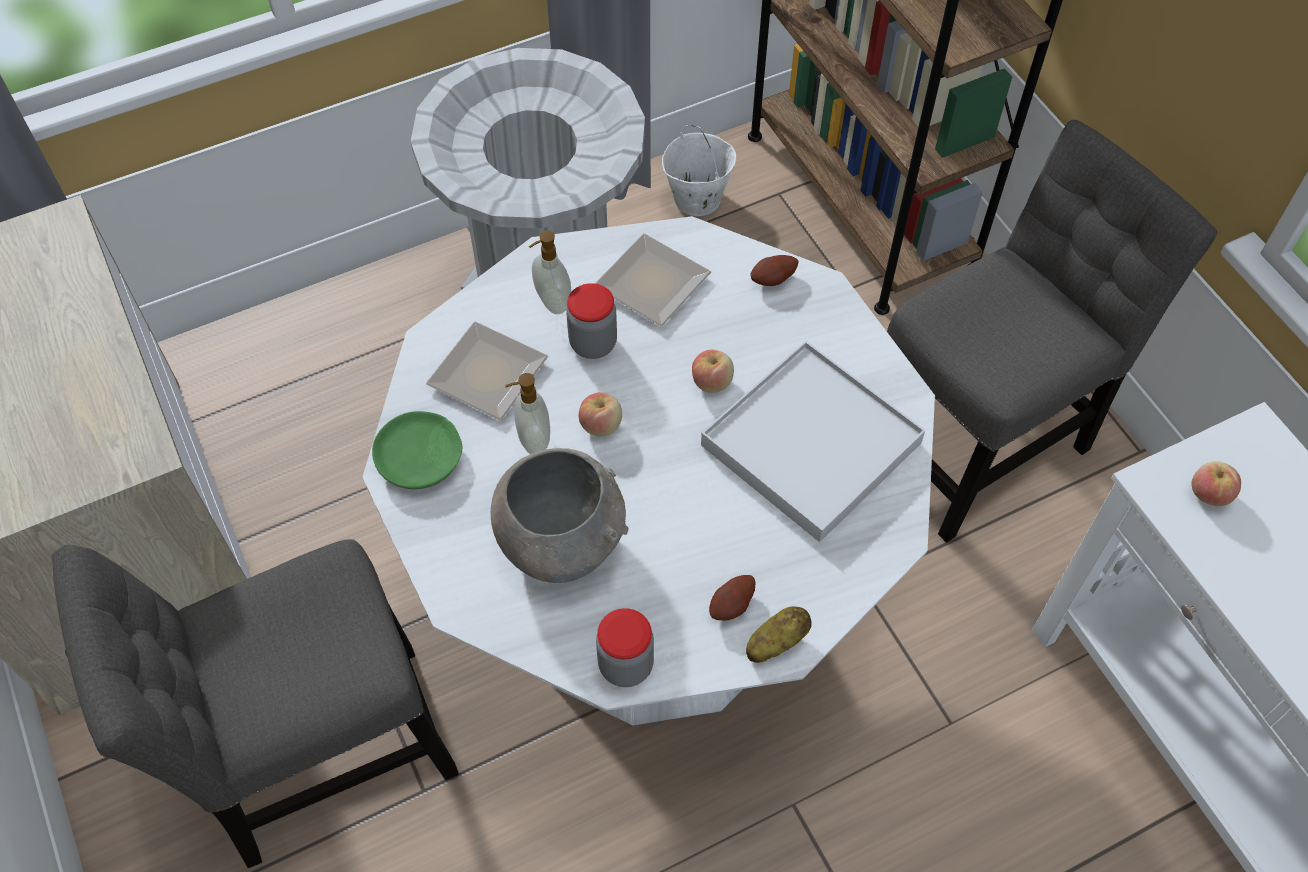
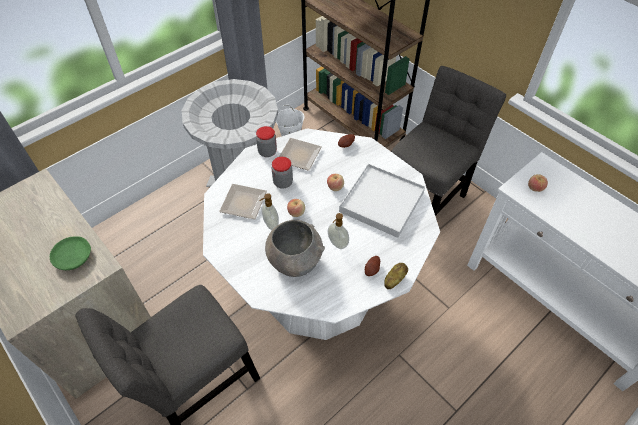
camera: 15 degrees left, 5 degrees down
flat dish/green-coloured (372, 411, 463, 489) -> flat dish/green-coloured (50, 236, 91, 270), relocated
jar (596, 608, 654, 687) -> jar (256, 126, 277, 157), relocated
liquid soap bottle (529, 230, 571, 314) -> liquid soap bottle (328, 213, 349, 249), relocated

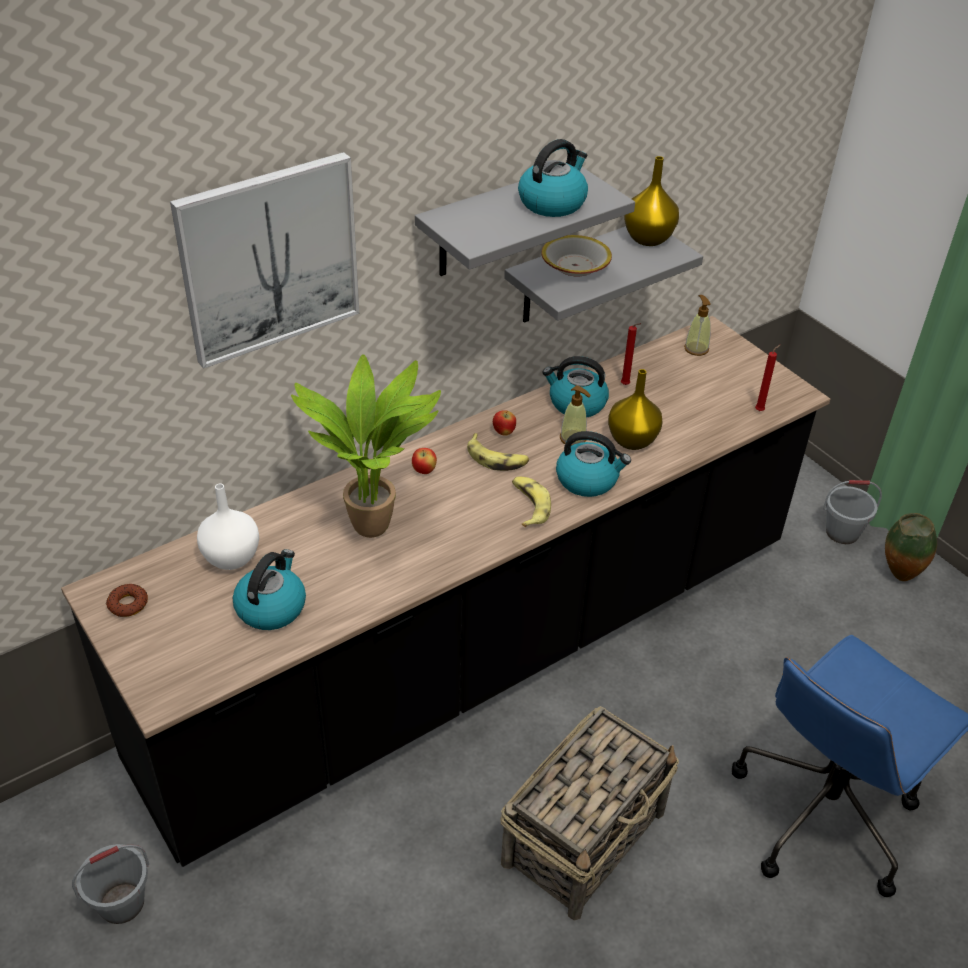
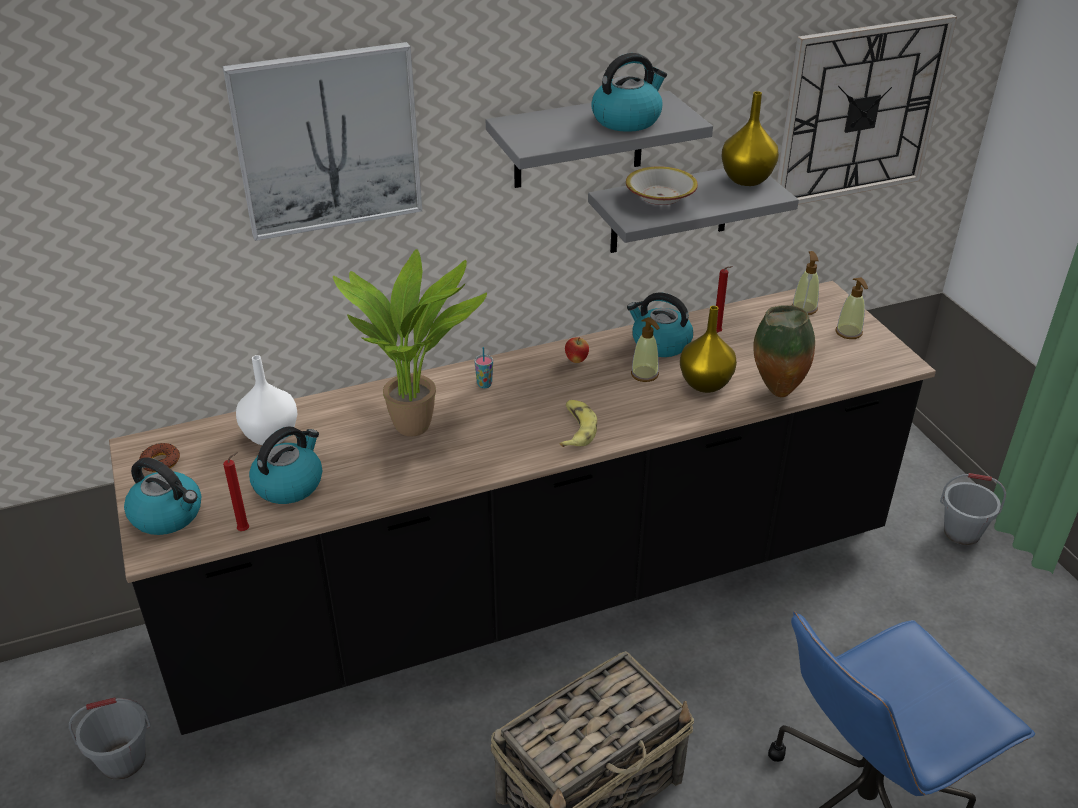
camera: 15 degrees right, 5 degrees down
kettle (556, 431, 631, 497) -> kettle (124, 457, 201, 535), relocated
candle/reddish (755, 344, 781, 411) -> candle/reddish (223, 452, 249, 531), relocated
apple fruit (412, 448, 437, 474) -> cup (474, 347, 493, 388)
decorative vase (885, 513, 937, 581) -> decorative vase (753, 305, 815, 397), relocated
none -> hanging clock (777, 14, 957, 205)
none -> liquid soap bottle (836, 277, 868, 339)
banana fruit (467, 433, 529, 471) -> none

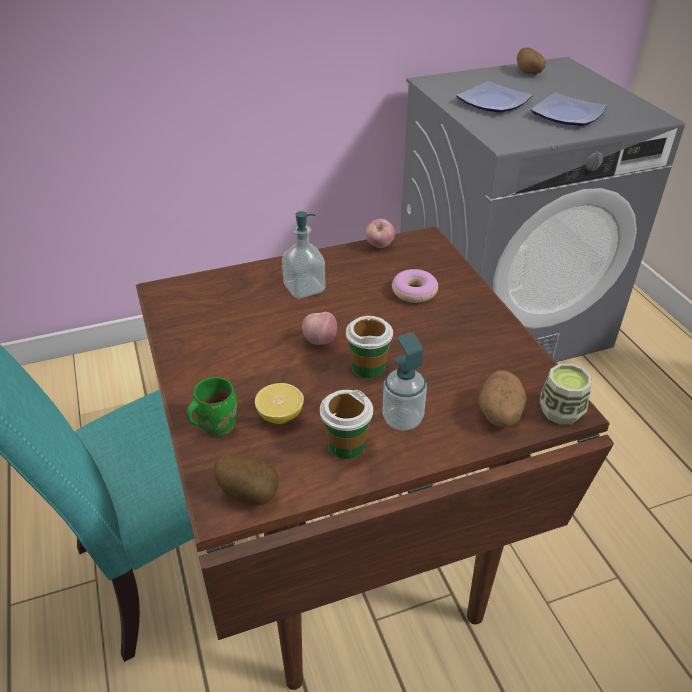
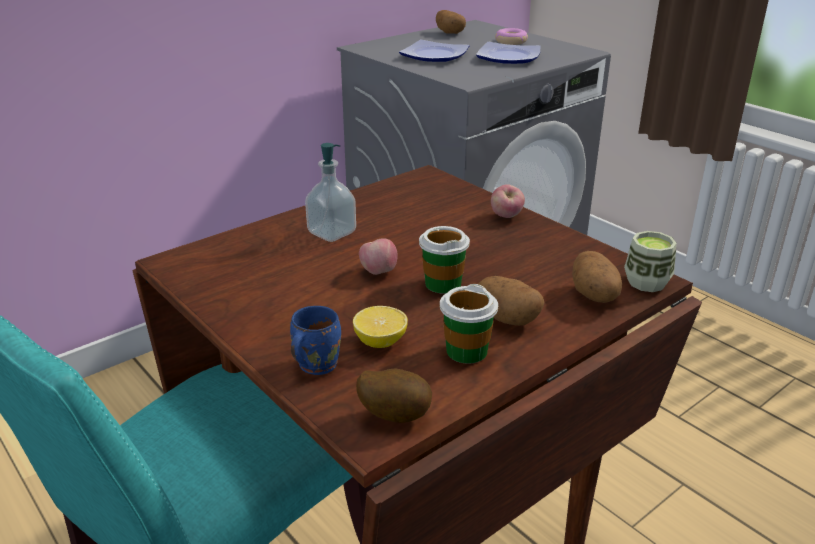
camera: 20 degrees left, 10 degrees down
mug/green-coloured (186, 377, 237, 437) -> mug/blue (290, 306, 341, 375)
liquid soap bottle (382, 332, 427, 431) -> whole potato (478, 276, 545, 326)
apple fruit (366, 219, 395, 248) -> apple fruit (491, 184, 525, 218), relocated
doughnut (391, 269, 438, 303) -> doughnut (495, 28, 528, 45), relocated

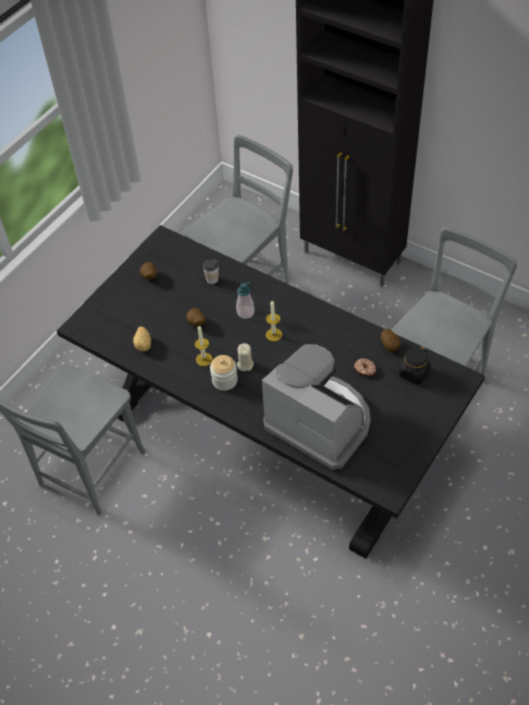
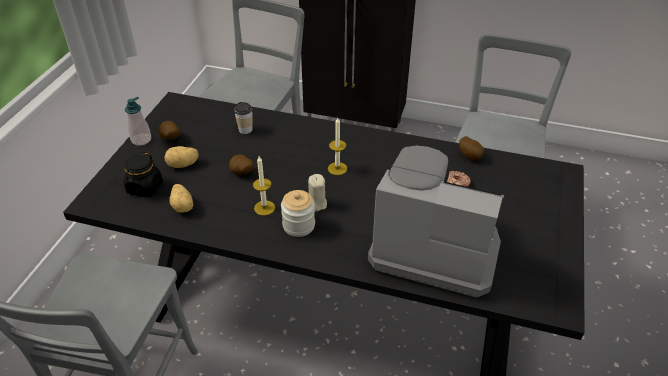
camera: 20 degrees left, 10 degrees down
jar/black-coloured (399, 346, 430, 384) -> jar/black-coloured (123, 151, 163, 198), relocated
liquid soap bottle (236, 282, 255, 319) -> liquid soap bottle (125, 97, 151, 146), relocated
none -> whole potato (165, 146, 199, 168)

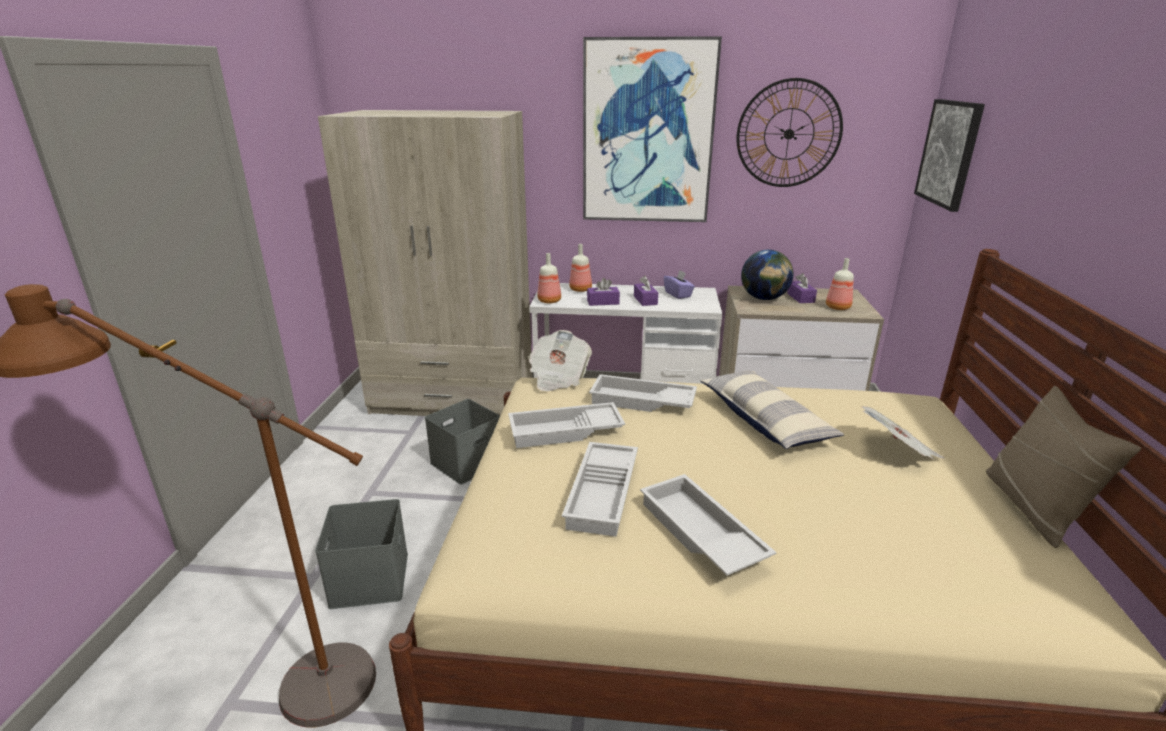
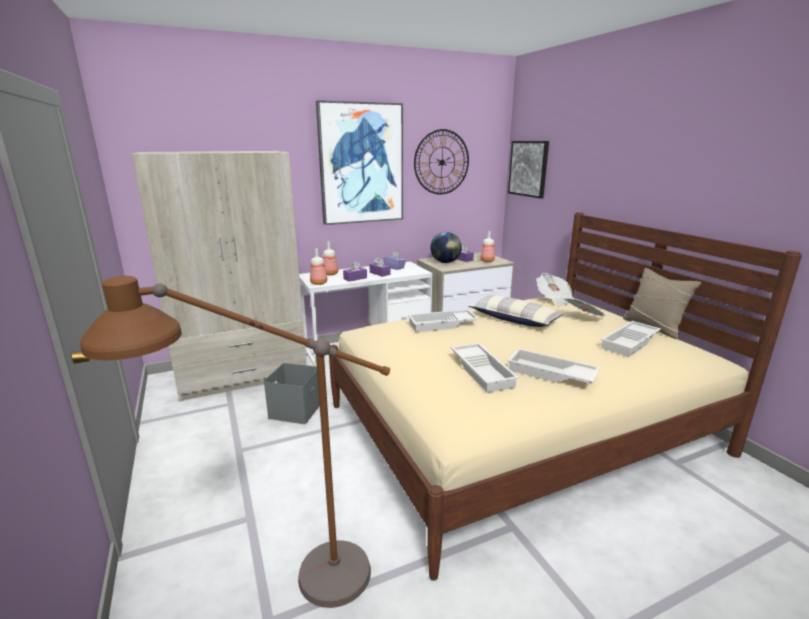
camera: 30 degrees left, 5 degrees down
printed paper (528, 330, 592, 391) -> printed paper (536, 273, 576, 306), relocated
tray/white-coloured (508, 402, 625, 448) -> tray/white-coloured (601, 321, 661, 357), relocated
storage container/gray (315, 499, 408, 609) -> none

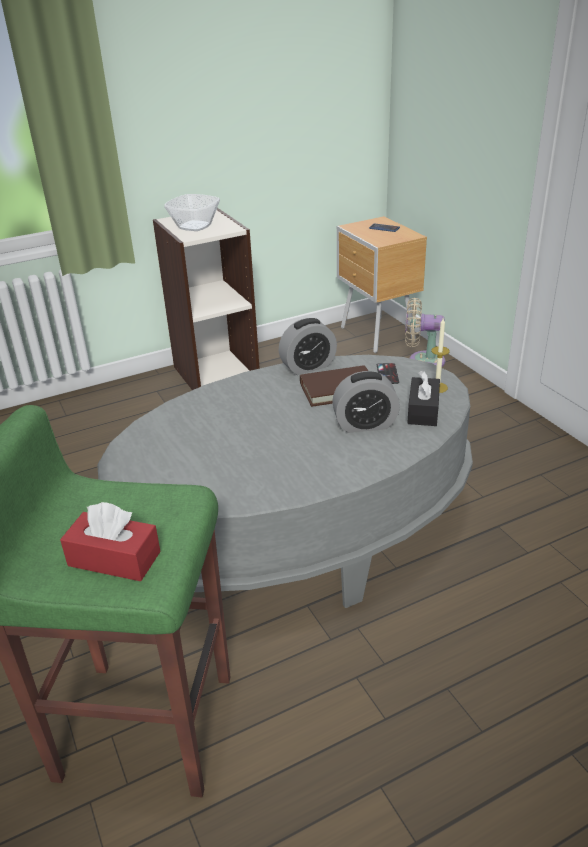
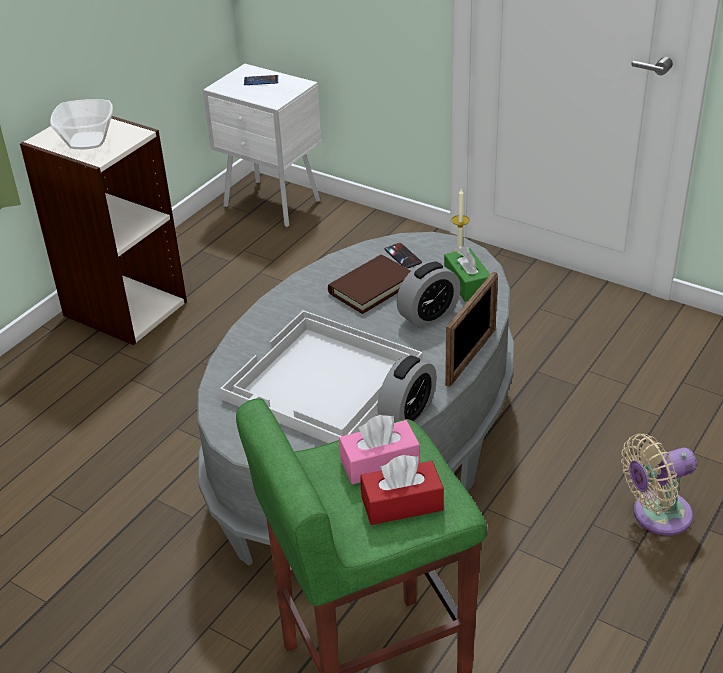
camera: 30 degrees left, 5 degrees up
night table/brown-coloured (337, 216, 427, 353) -> night table/white-coloured (203, 64, 322, 227)
none -> tray/white-coloured (220, 310, 423, 443)
none -> tissue holder/pinkish (339, 415, 420, 484)
alarm clock (279, 318, 337, 375) -> alarm clock (377, 355, 437, 422), relocated
tissue holder/black-coloured (407, 370, 440, 426) -> tissue holder/green-coloured (444, 246, 490, 302)
none -> photo frame (445, 271, 498, 387)
cooling fan/beige (405, 298, 445, 367) -> cooling fan/beige (621, 434, 697, 536), relocated

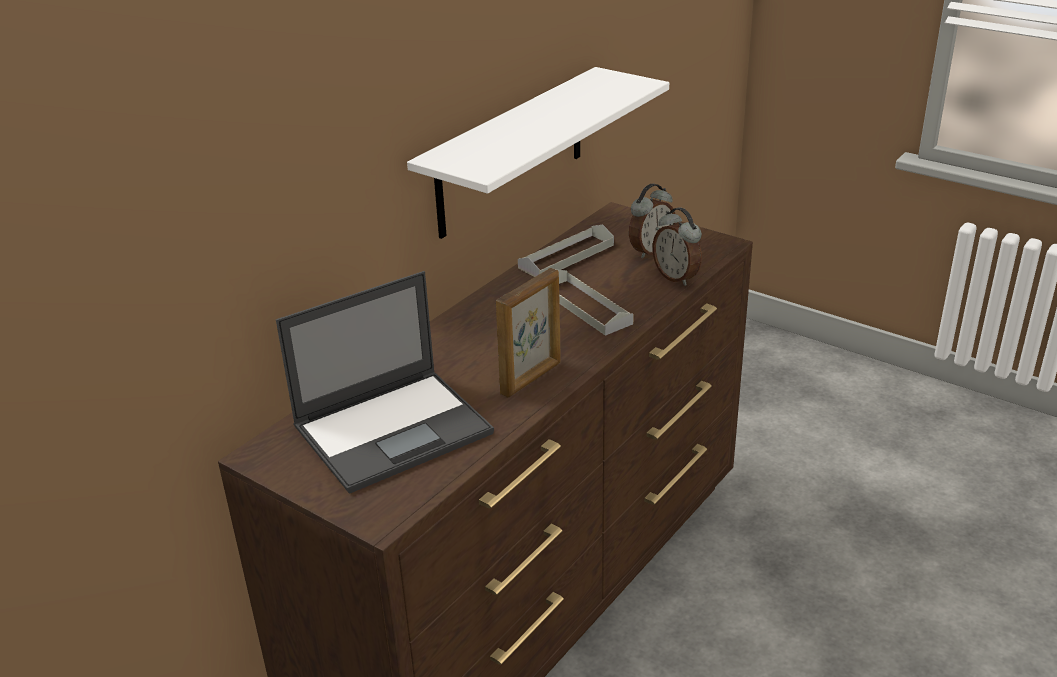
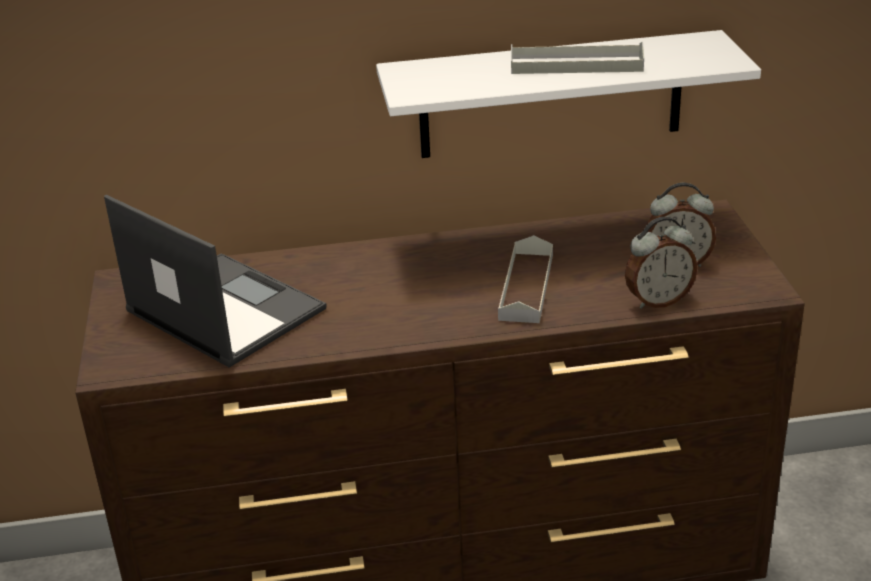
camera: 45 degrees right, 0 degrees up
laptop (276, 271, 494, 494) -> laptop (104, 195, 327, 368), 150 degrees counterclockwise
tray/gray (518, 225, 614, 277) -> tray/gray (511, 42, 644, 74), relocated
alarm clock (653, 207, 702, 286) -> alarm clock (625, 217, 697, 309), 120 degrees counterclockwise
photo frame (496, 268, 561, 398) -> none

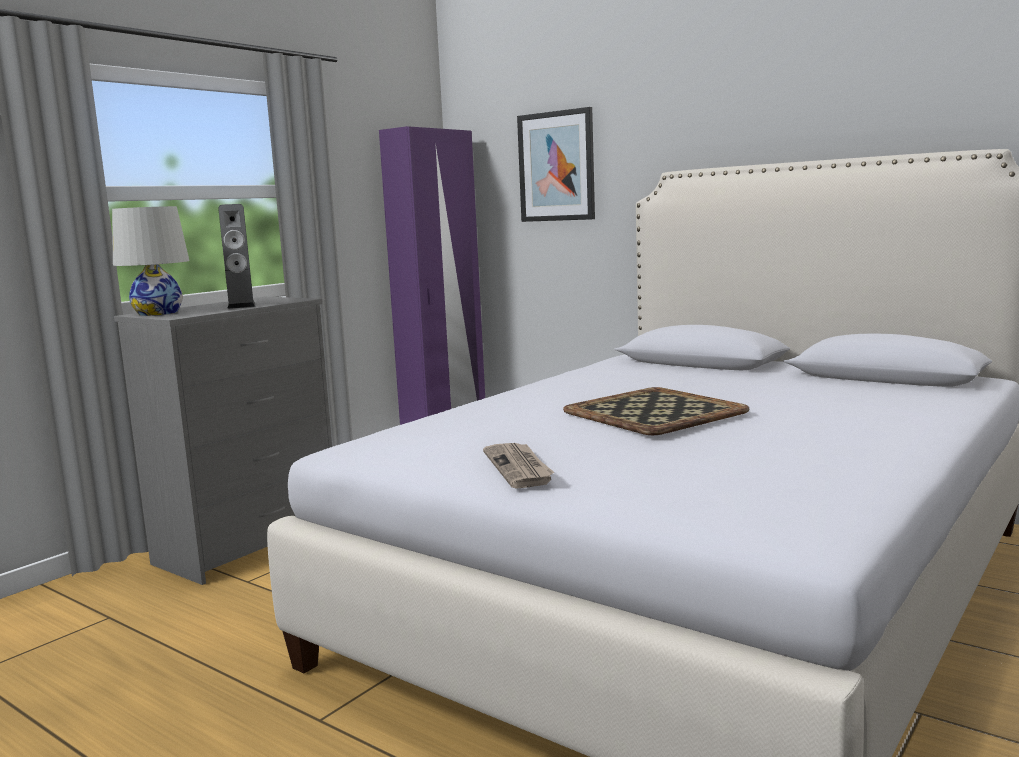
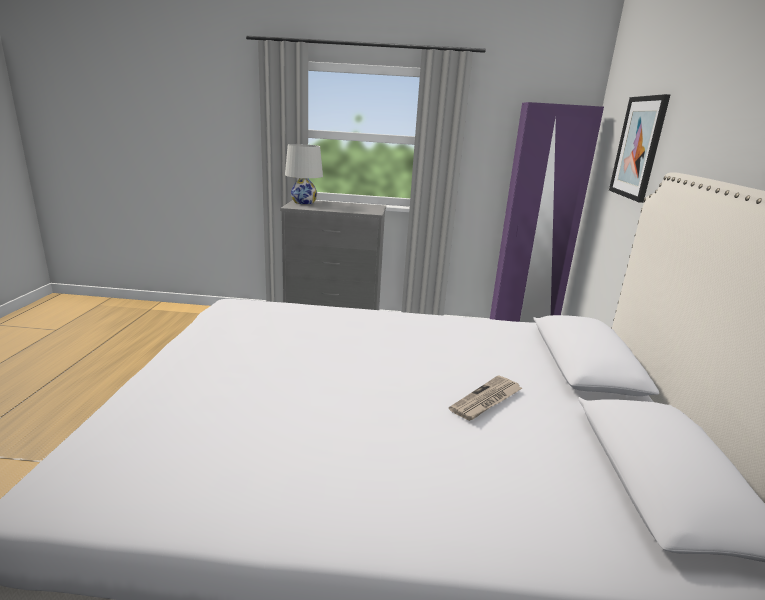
camera: 55 degrees right, 10 degrees up
printed paper (483, 443, 554, 489) -> printed paper (449, 375, 522, 421), relocated
speaker (218, 204, 255, 309) -> none
tray (563, 387, 749, 435) -> none

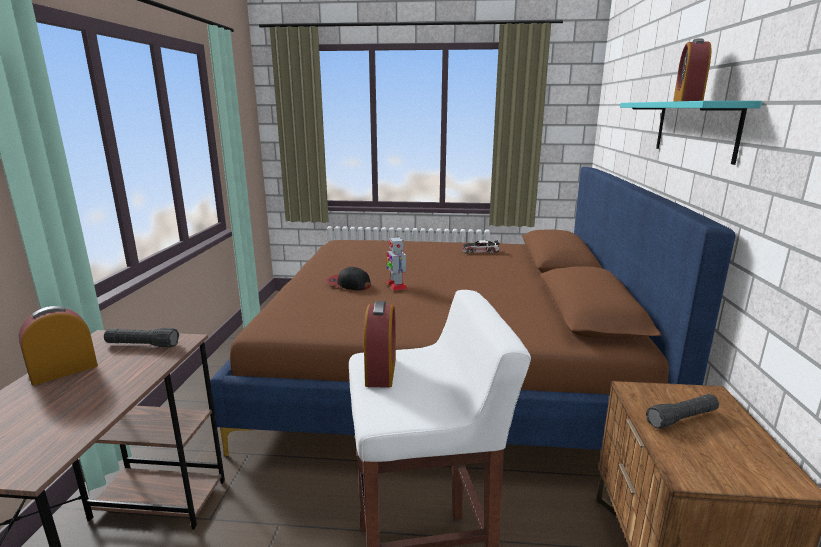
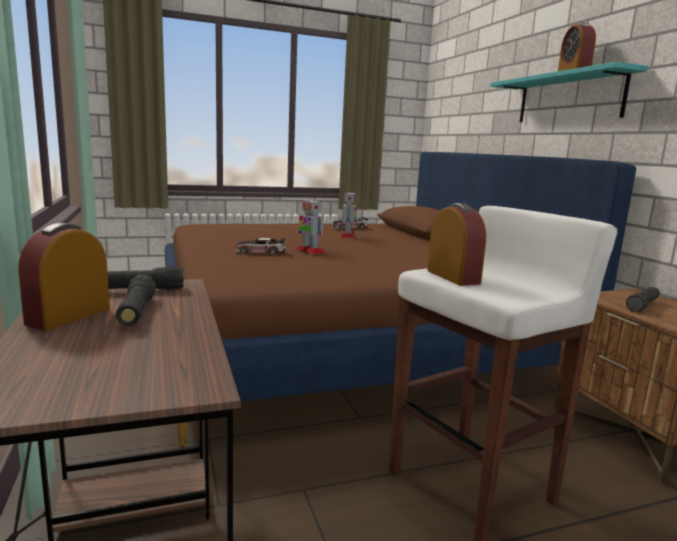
camera: 25 degrees left, 5 degrees down
none -> torch/black-coloured (116, 274, 156, 326)
baseball cap (326, 267, 371, 291) -> model car (235, 238, 286, 255)
none -> robot figure (341, 191, 357, 238)

